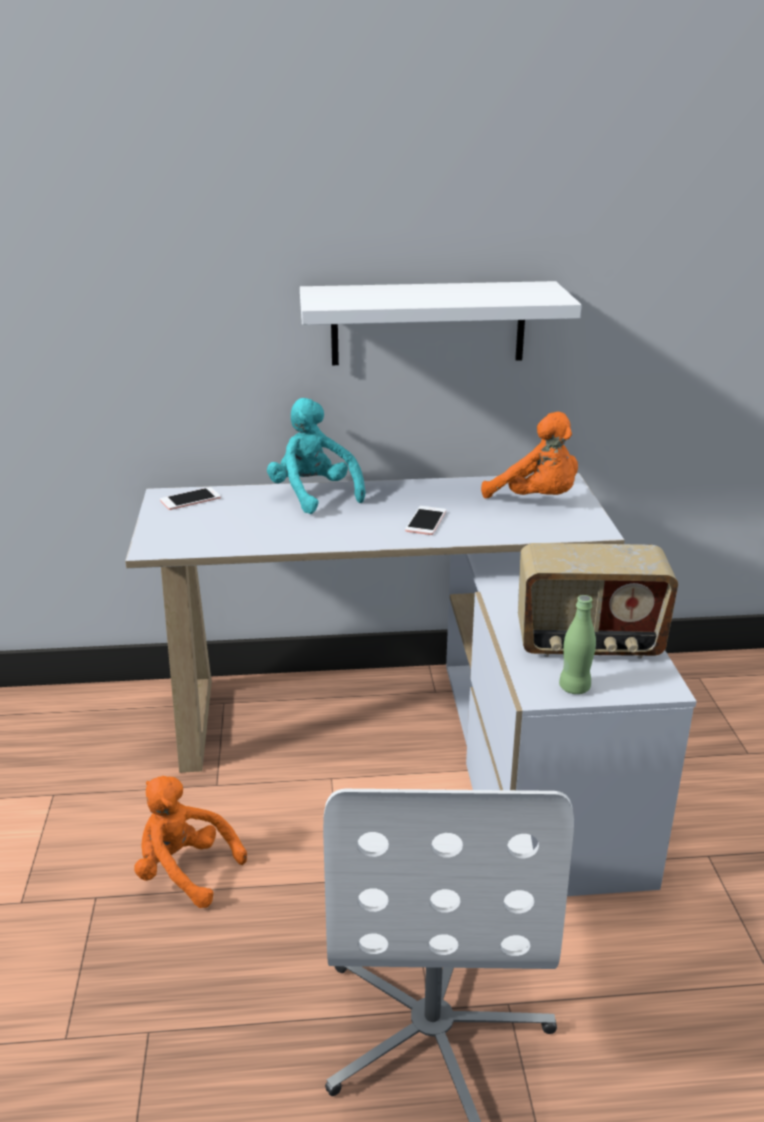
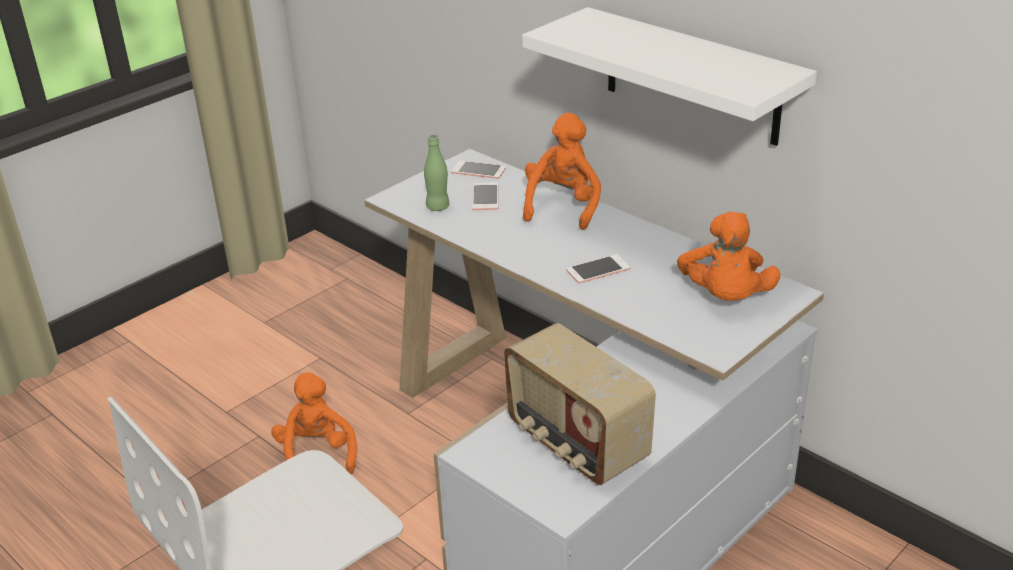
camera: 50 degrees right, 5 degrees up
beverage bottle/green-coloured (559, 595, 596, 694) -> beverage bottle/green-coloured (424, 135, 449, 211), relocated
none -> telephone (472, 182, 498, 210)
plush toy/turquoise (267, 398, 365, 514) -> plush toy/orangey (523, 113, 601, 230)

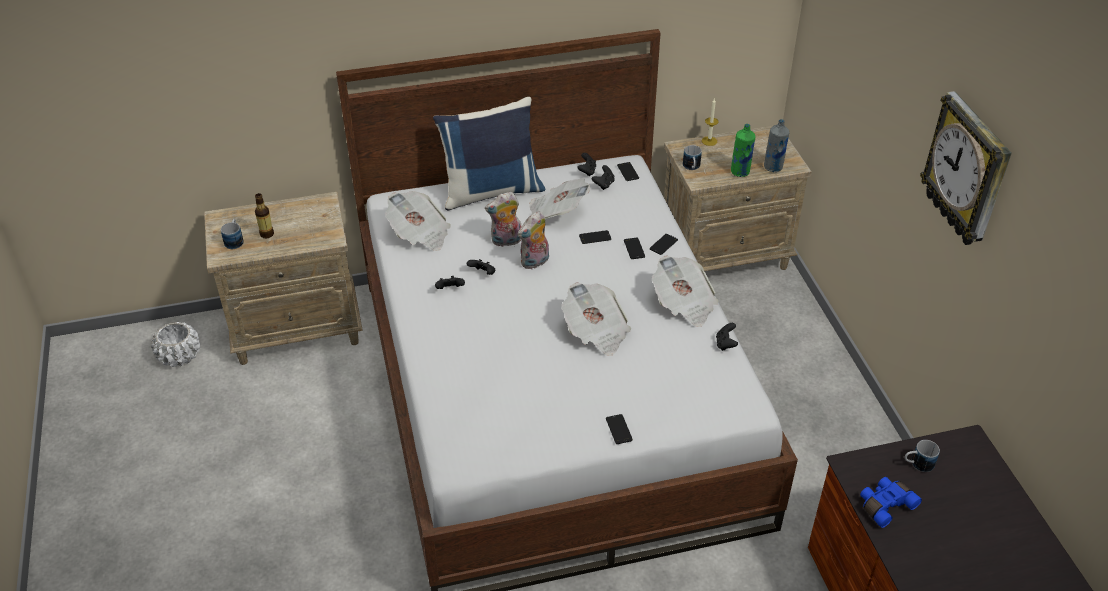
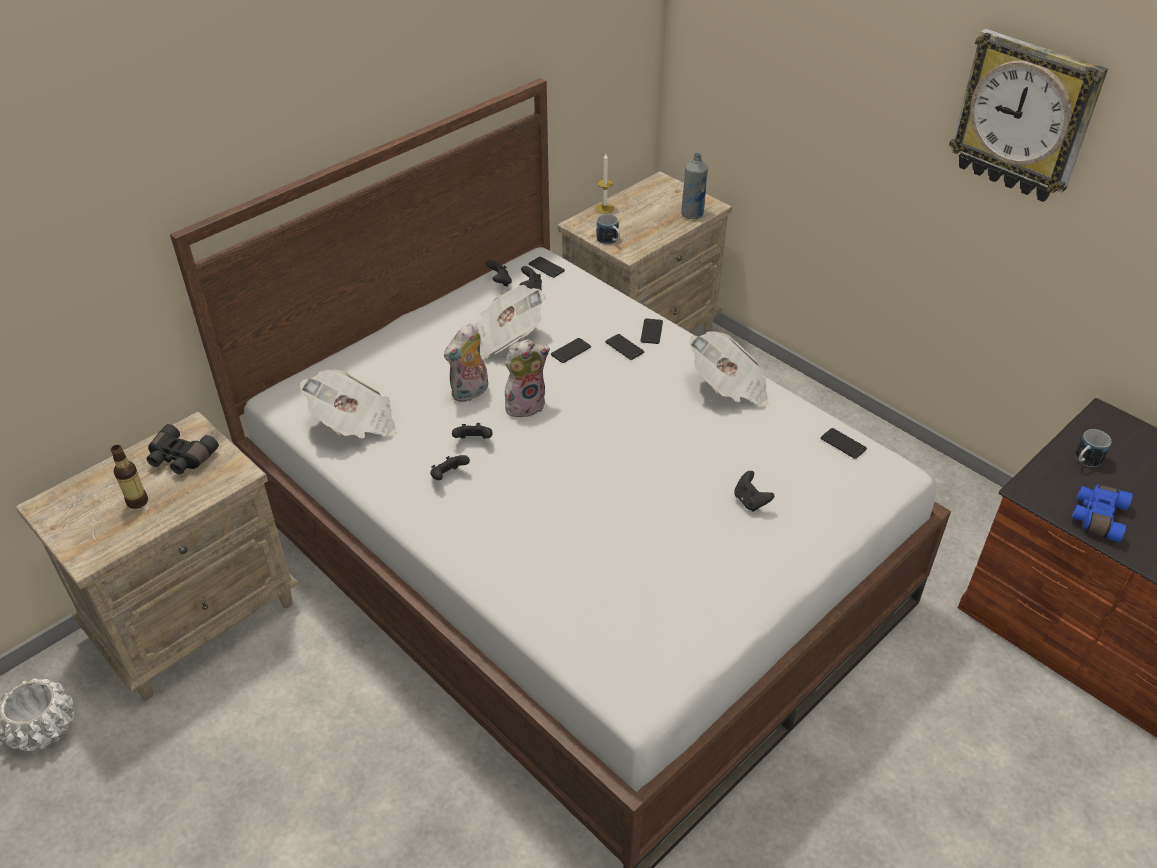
camera: 30 degrees left, 0 degrees up
none -> binoculars/black-coloured (147, 424, 219, 474)
plush toy (518, 211, 549, 269) -> plush toy (505, 339, 550, 417), 135 degrees counterclockwise
joypad/black-coloured (716, 323, 738, 351) -> joypad/black-coloured (734, 471, 774, 512), relocated
telephone (606, 414, 633, 444) -> telephone (820, 428, 867, 459), relocated
mug (221, 219, 244, 249) -> none
pillow/blue (433, 97, 546, 211) -> none
printed paper (561, 282, 631, 356) -> none
beverage bottle/green-coloured (731, 124, 756, 177) -> none

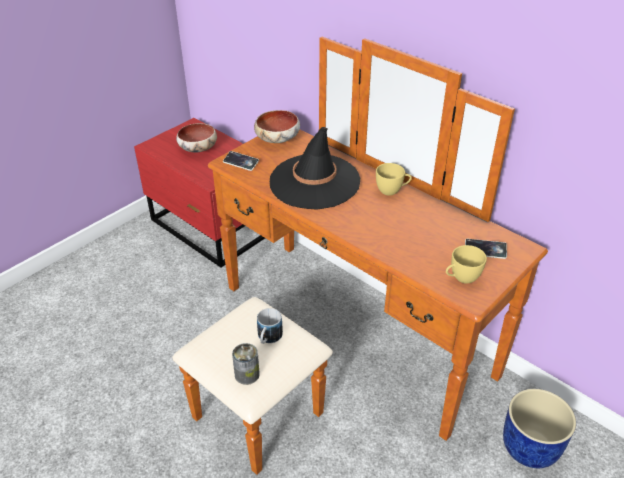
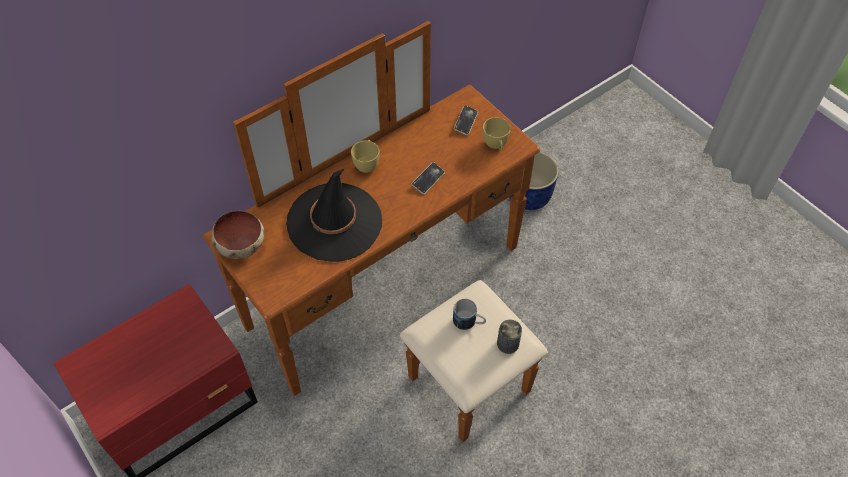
camera: 80 degrees left, 15 degrees up
telephone (223, 151, 259, 171) -> telephone (411, 162, 445, 194), relocated
serving bowl (176, 123, 217, 152) -> none

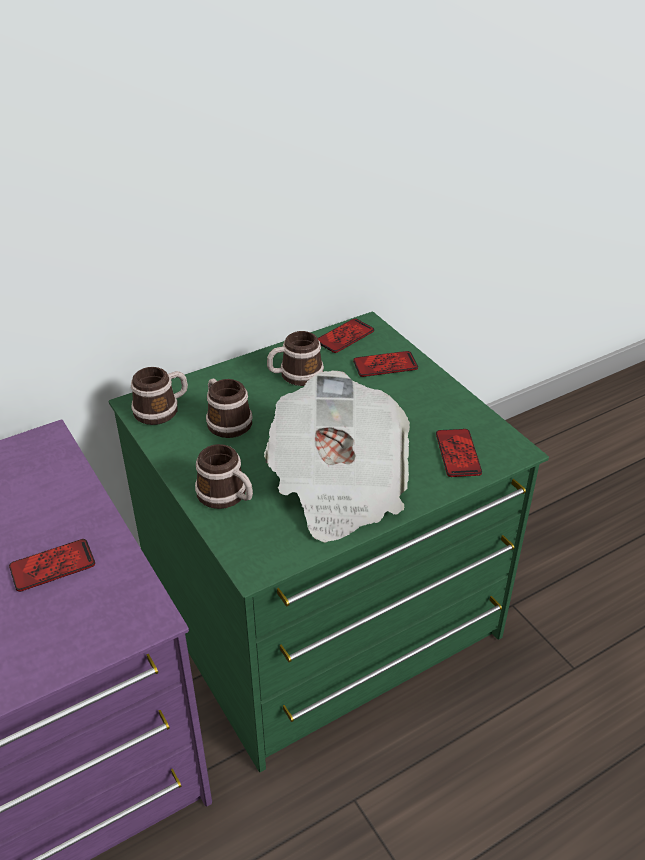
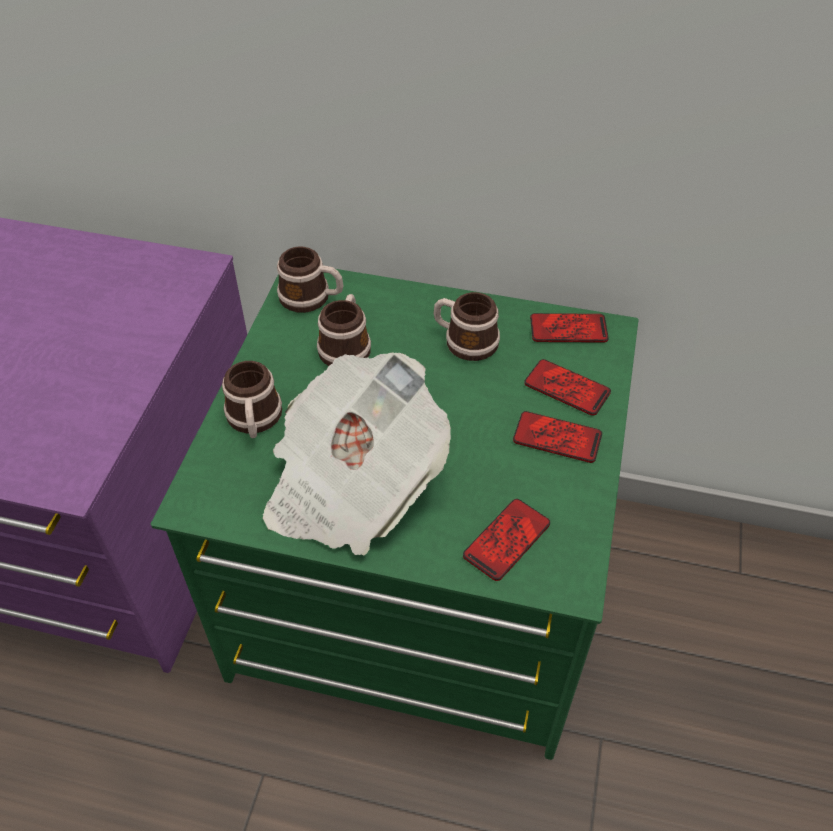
camera: 45 degrees right, 10 degrees up
telephone (9, 539, 95, 592) -> telephone (513, 411, 602, 463), relocated

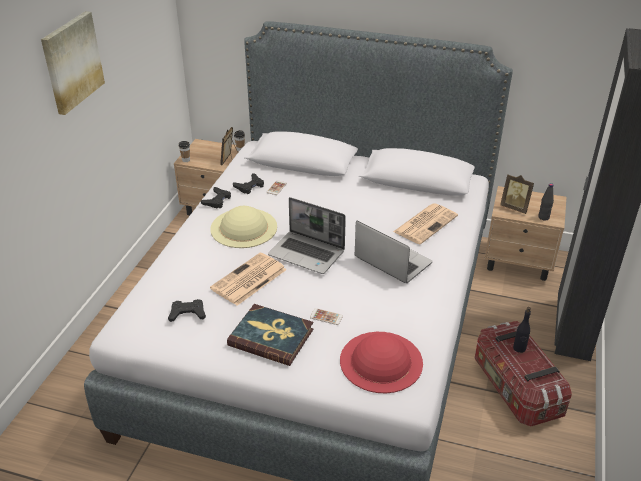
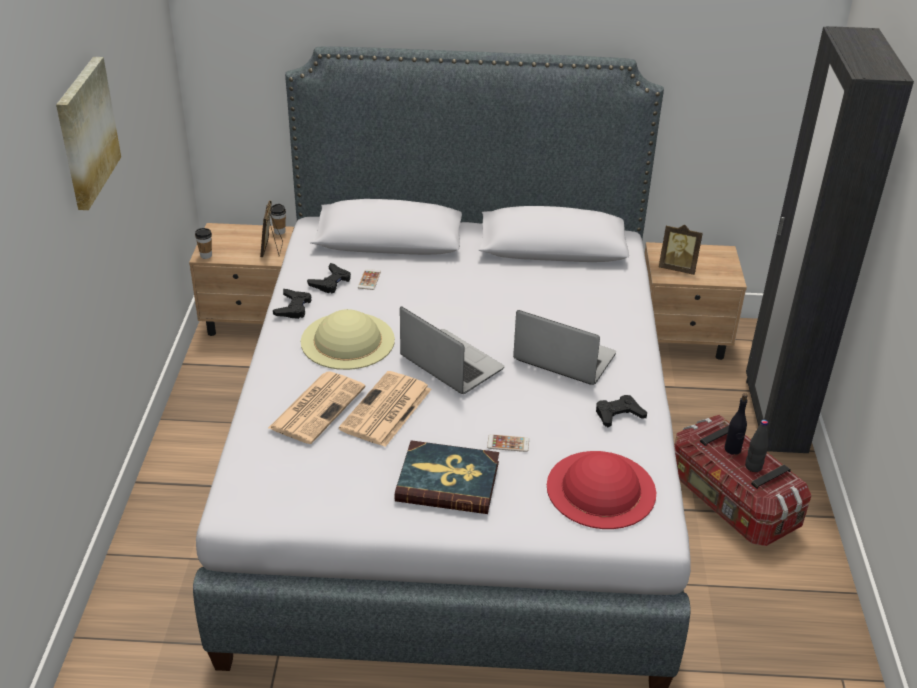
camera: 15 degrees left, 0 degrees up
printed paper (393, 203, 458, 245) -> printed paper (268, 371, 366, 444), relocated
laptop (268, 197, 346, 274) -> laptop (400, 306, 504, 394), 150 degrees counterclockwise
joypad/black-coloured (168, 299, 206, 322) -> joypad/black-coloured (596, 395, 647, 427), relocated
beverage bottle/black-coloured (538, 183, 554, 221) -> beverage bottle/black-coloured (745, 420, 768, 472), relocated

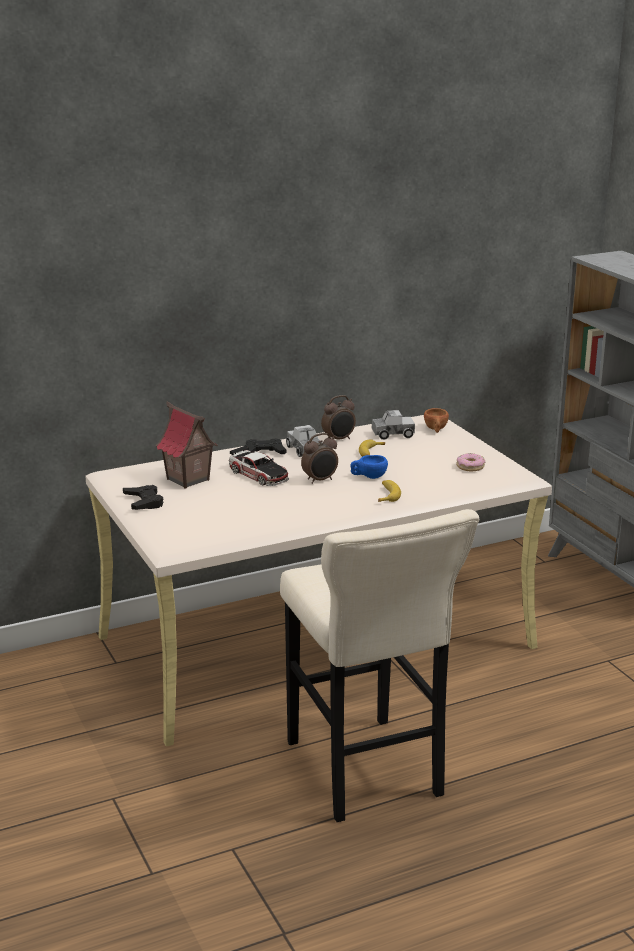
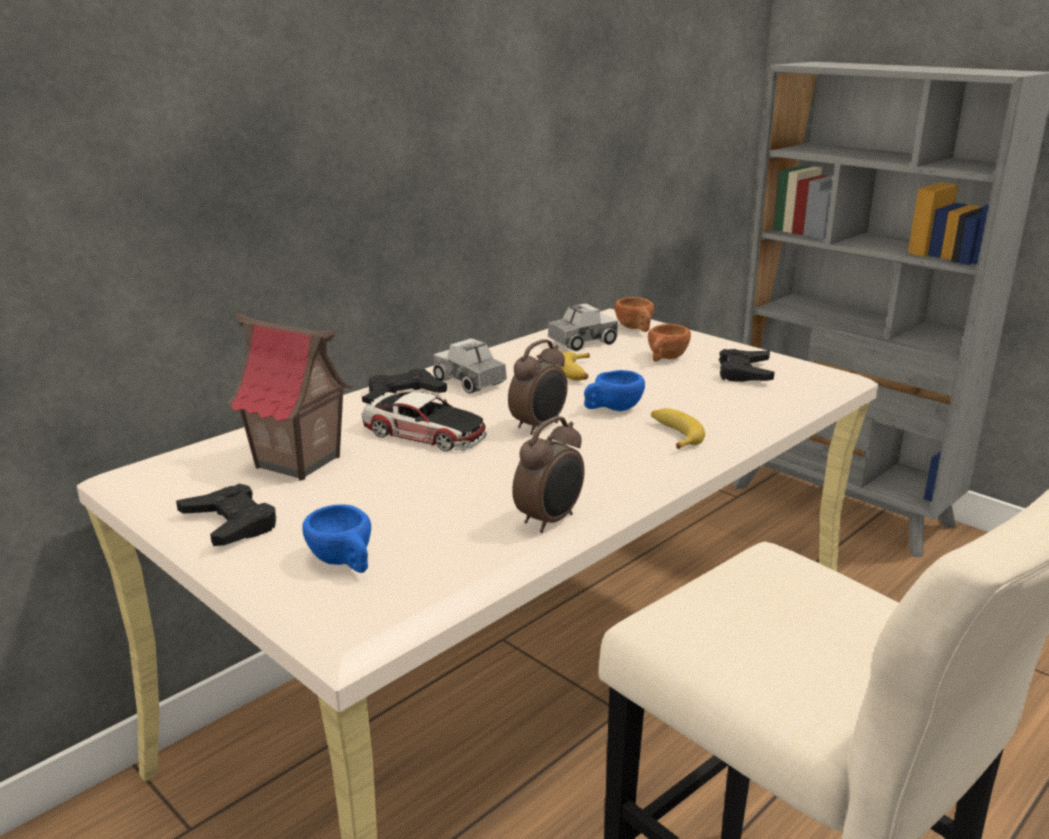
camera: 20 degrees left, 0 degrees up
none -> cup/blue (302, 504, 371, 573)
alarm clock (321, 395, 356, 439) -> alarm clock (512, 416, 584, 533), relocated
none -> cup/brown-coloured (648, 324, 691, 362)
doughnut (456, 453, 485, 471) -> joypad/black-coloured (719, 349, 774, 382)

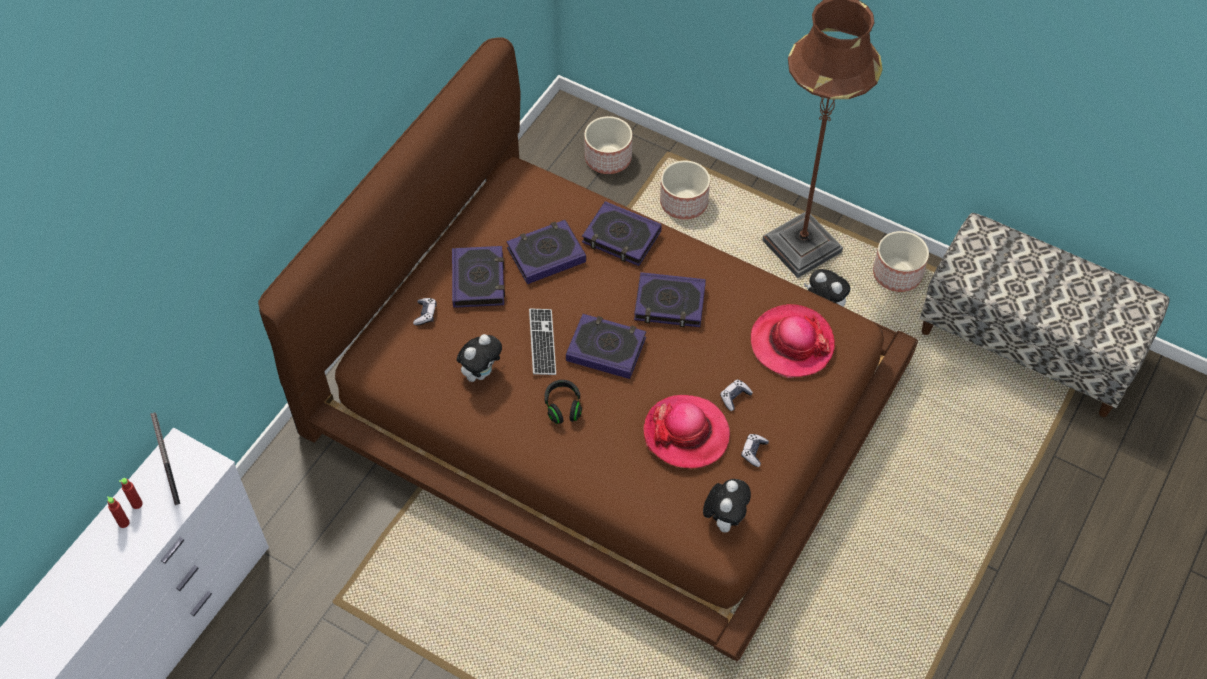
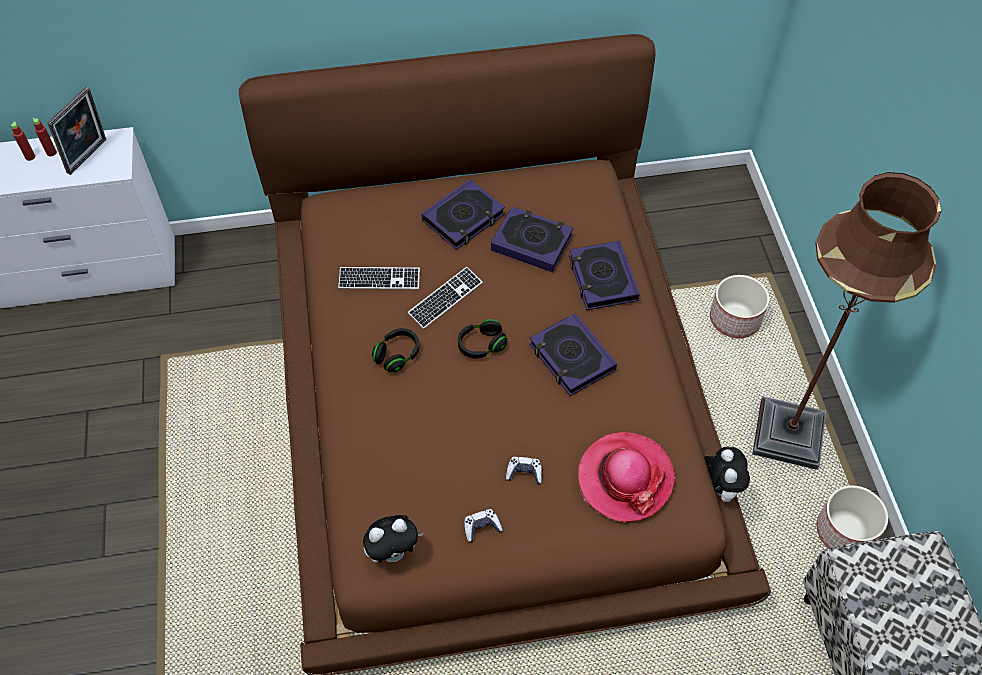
camera: 50 degrees right, 0 degrees up
plush toy (457, 334, 502, 382) -> keyboard (338, 267, 420, 289)
bound book (566, 314, 646, 379) -> headset/black-coloured (458, 319, 508, 358)
joypad (413, 298, 437, 325) -> none
plant pot (584, 116, 632, 174) -> none
clothing hat (643, 395, 730, 468) -> none

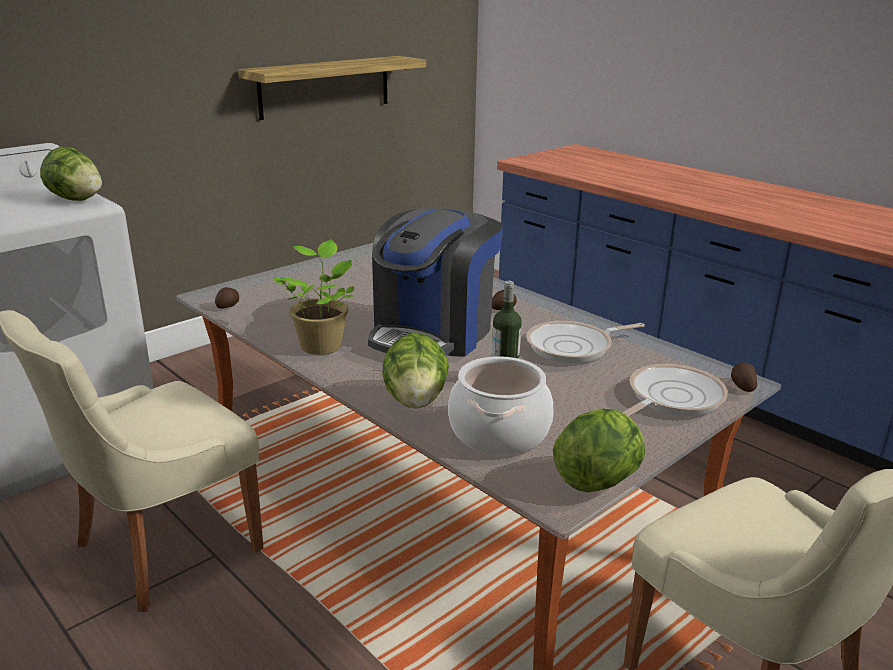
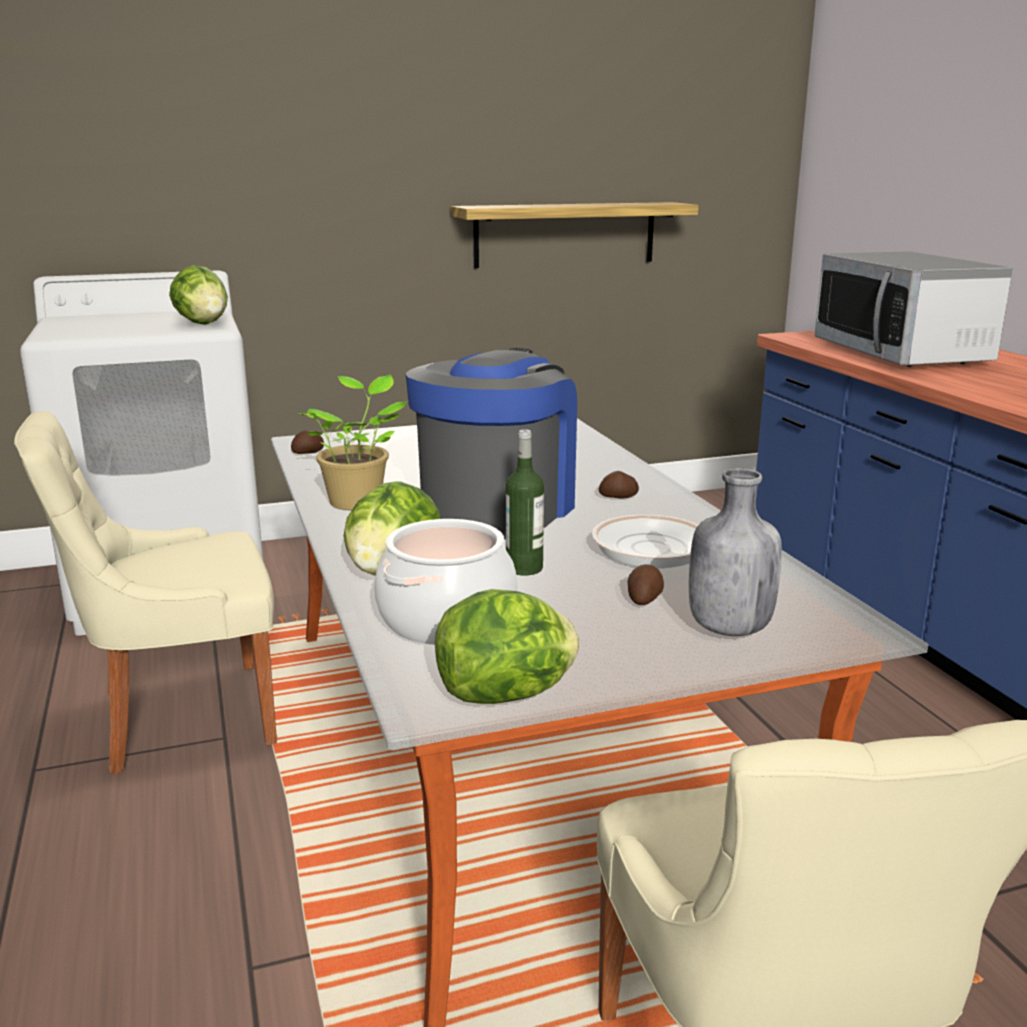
camera: 25 degrees right, 5 degrees down
coffee machine (368, 208, 503, 357) -> coffee machine (405, 348, 577, 540), 150 degrees clockwise
whole potato (731, 363, 757, 392) -> whole potato (628, 564, 664, 605), relocated
frying pan (622, 364, 728, 417) -> beverage bottle/gray (689, 468, 782, 636)
none -> microwave oven (814, 251, 1013, 367)

